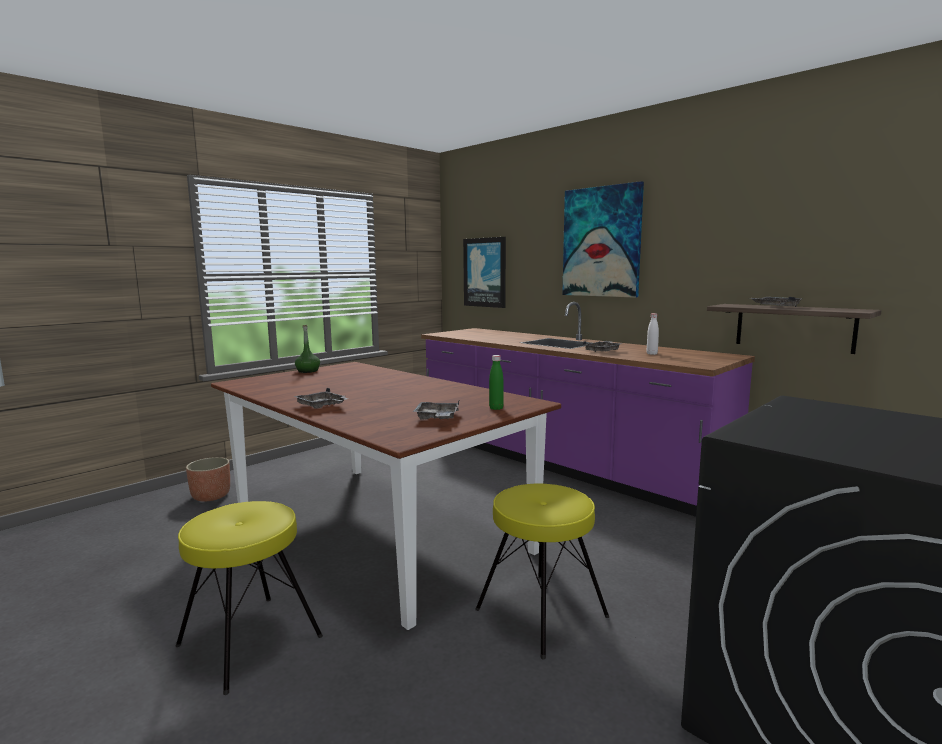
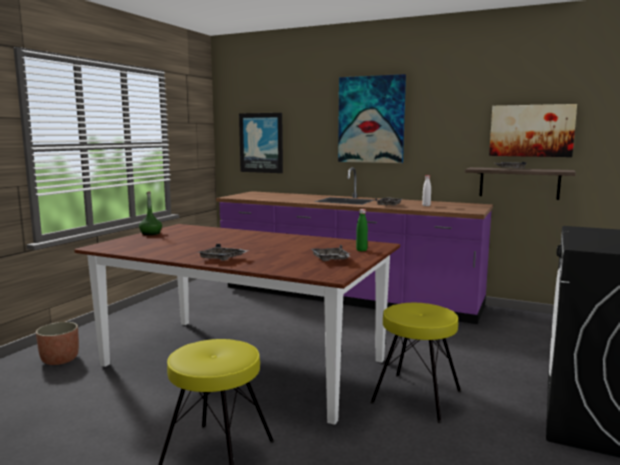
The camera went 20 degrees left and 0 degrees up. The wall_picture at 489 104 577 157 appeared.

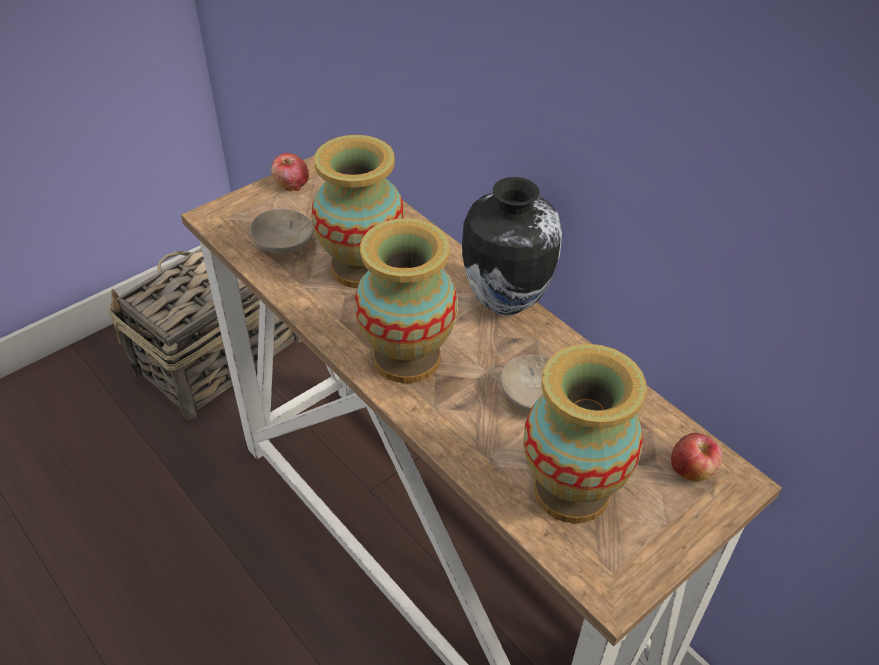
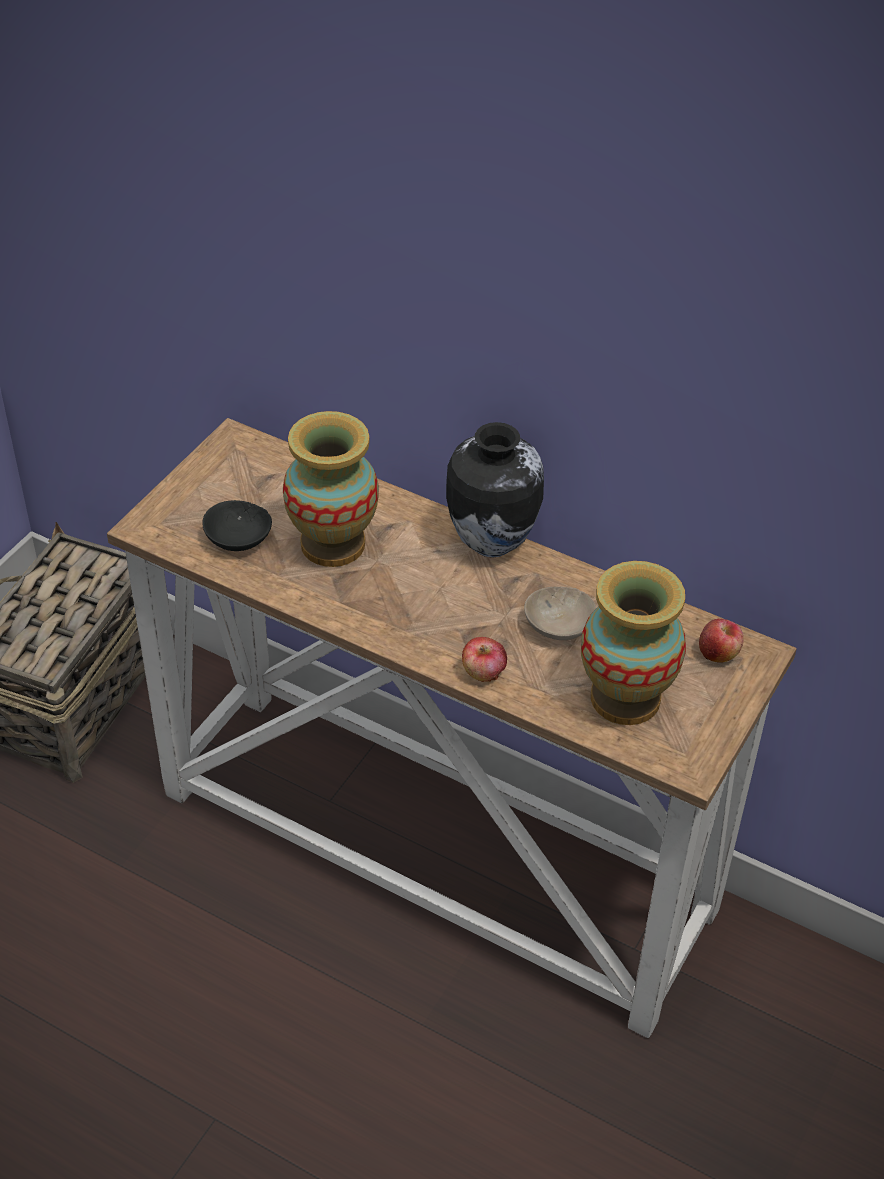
The camera went 20 degrees left and 0 degrees up. The beige-coloured_deep_dish at 250 209 314 254 became the blackish_deep_dish at 202 500 272 551. The apple moved from 271 153 309 191 to 462 637 507 682. The decorative_vase at 355 218 457 383 disappeared.

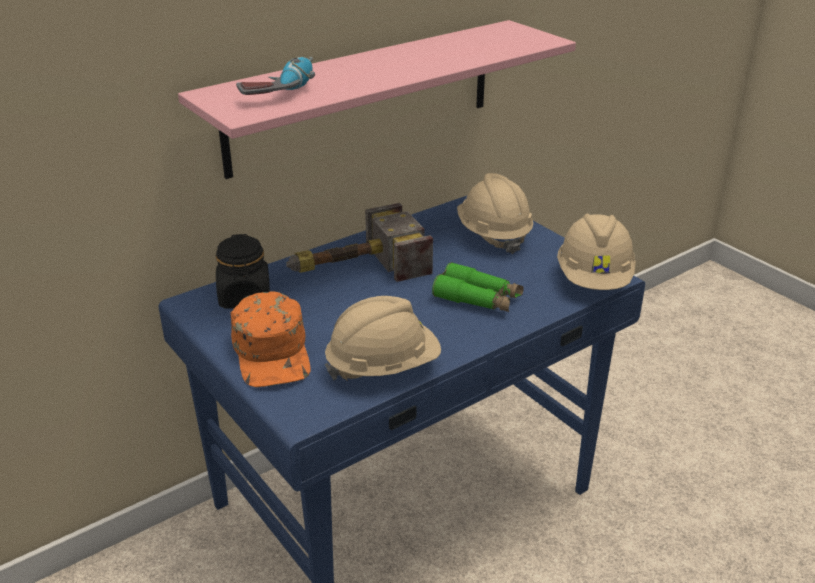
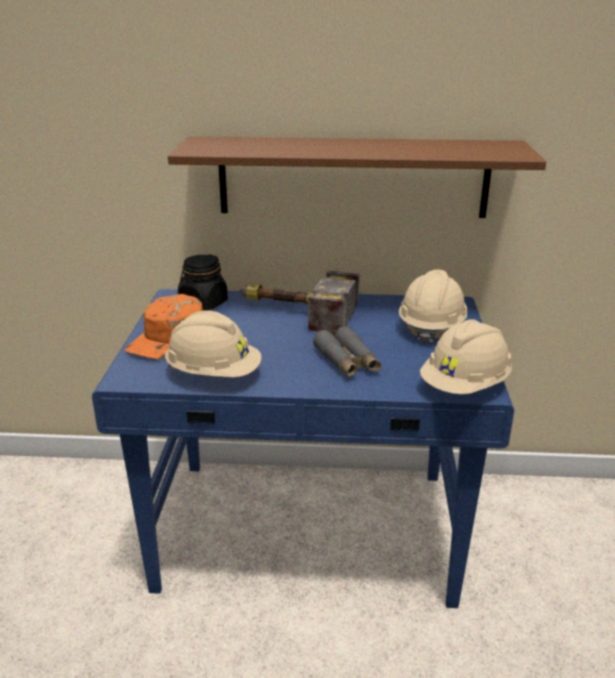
The camera went 40 degrees right and 5 degrees down. The pinkish_bracket_shelf at 178 20 576 179 became the brownish_bracket_shelf at 168 136 546 218. The electric_drill at 236 57 315 95 disappeared. The greenish_pair_of_binoculars at 432 262 524 312 became the greyish_pair_of_binoculars at 313 326 381 377.

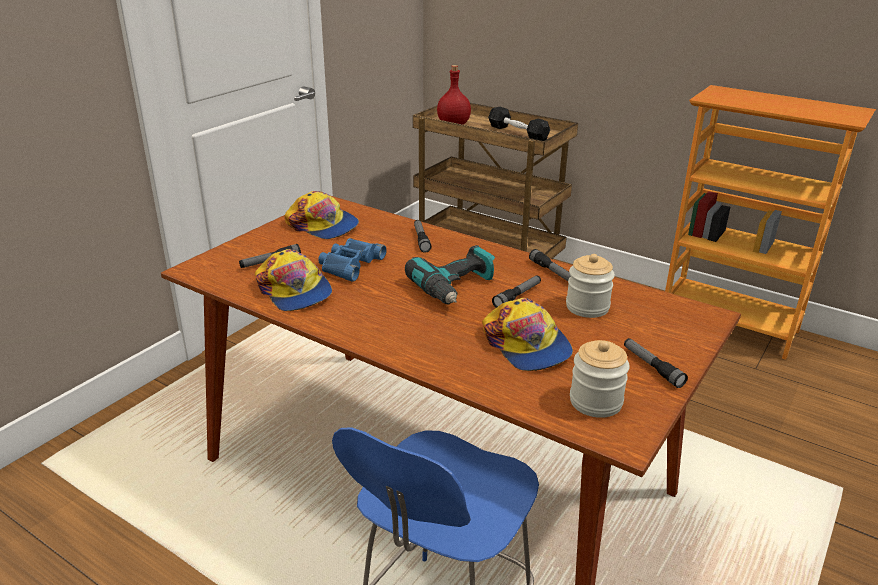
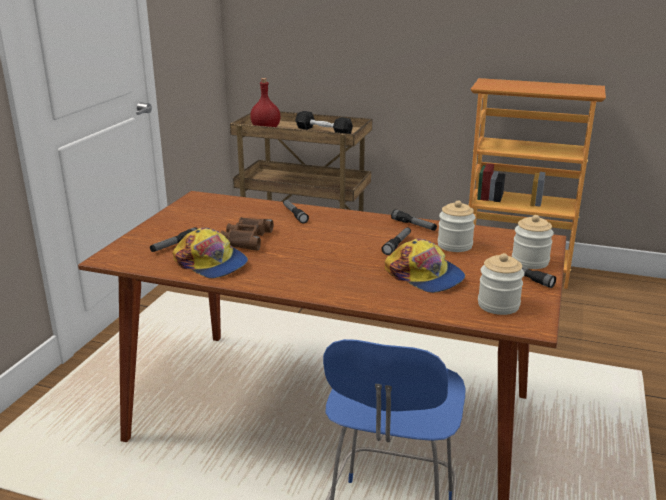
The camera went 15 degrees left and 5 degrees down. The baseball_cap at 285 191 359 239 disappeared. The bluish_pair_of_binoculars at 318 238 387 282 became the brownish_pair_of_binoculars at 220 217 273 251. The electric_drill at 405 245 495 305 disappeared. The jar at 512 215 554 269 appeared.

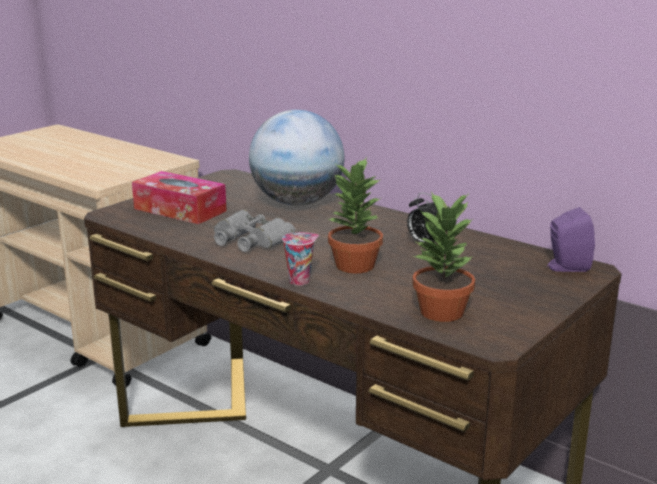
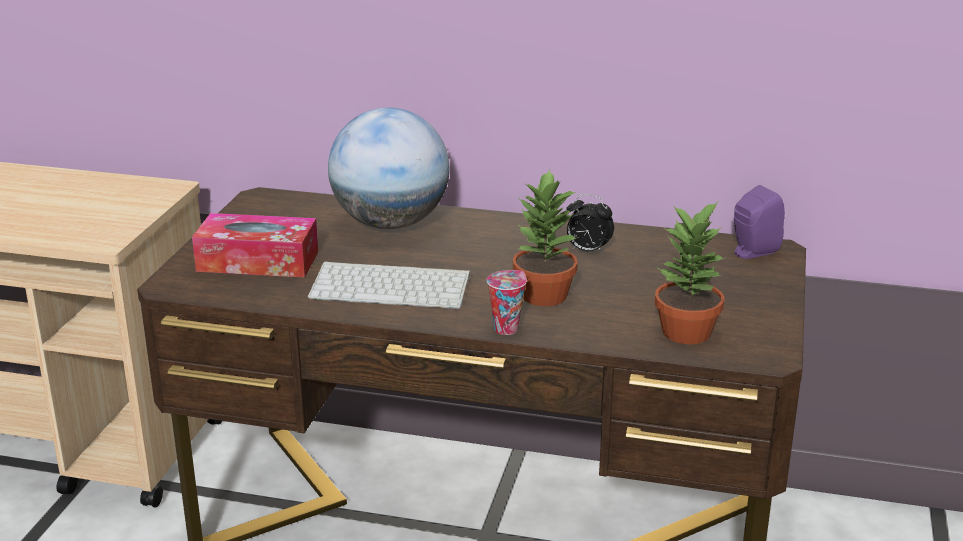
The camera went 25 degrees left and 5 degrees up. The greyish_pair_of_binoculars at 214 210 296 252 was replaced by the PC_keyboard at 308 261 470 309.

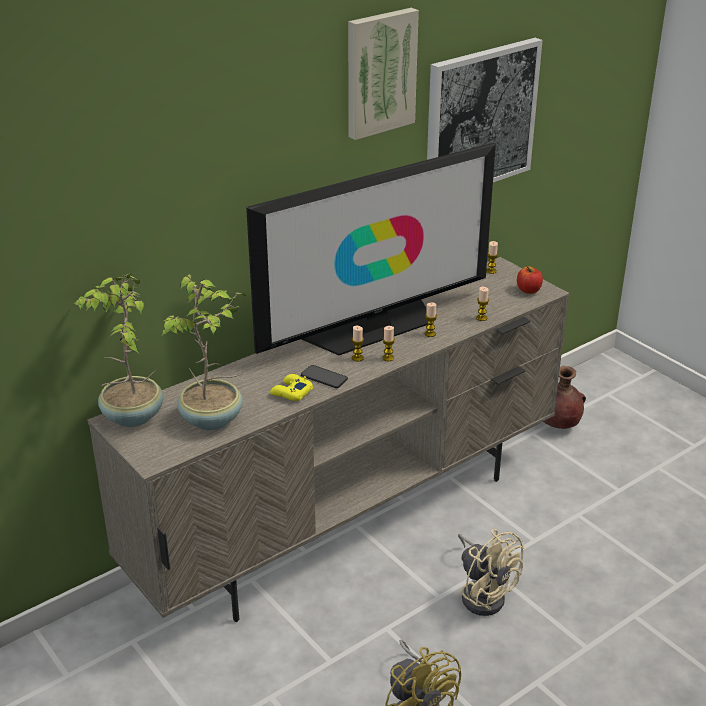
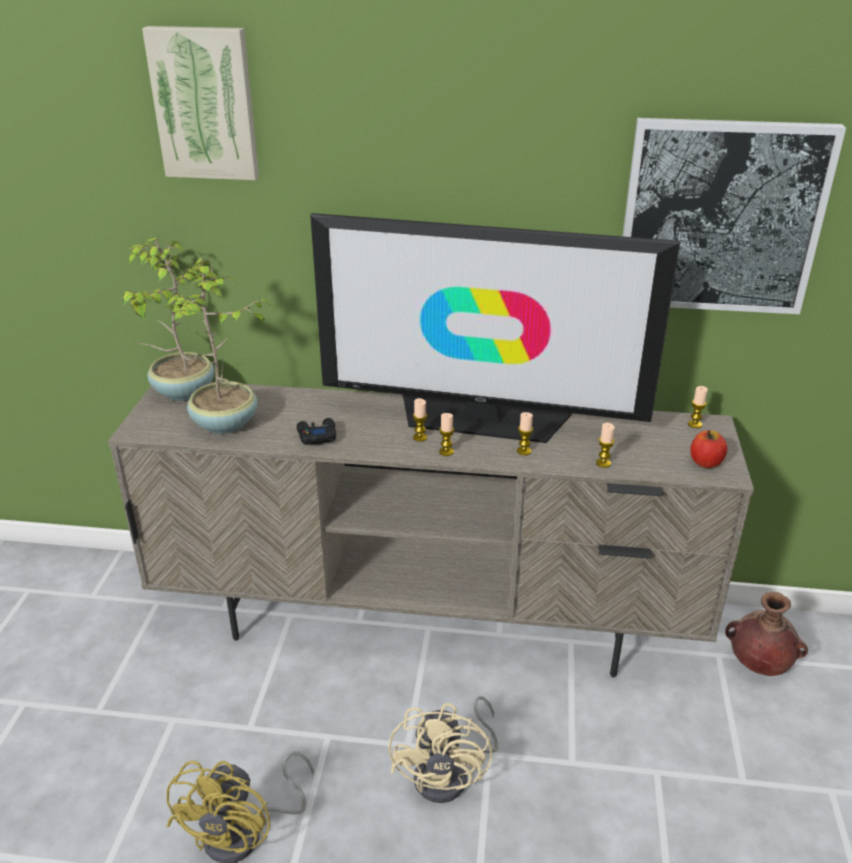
The camera went 45 degrees right and 0 degrees up. The yellowish_game_controller at 270 374 313 401 became the blackish_game_controller at 297 418 336 445. The handset at 301 365 348 388 disappeared. The wall_picture moved from 348 8 419 140 to 142 26 259 180.

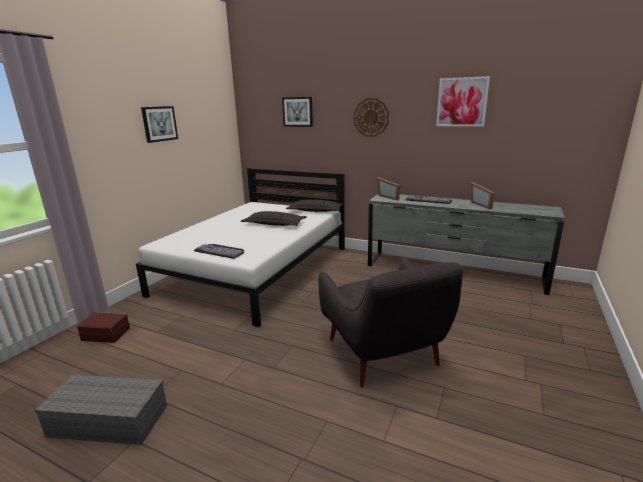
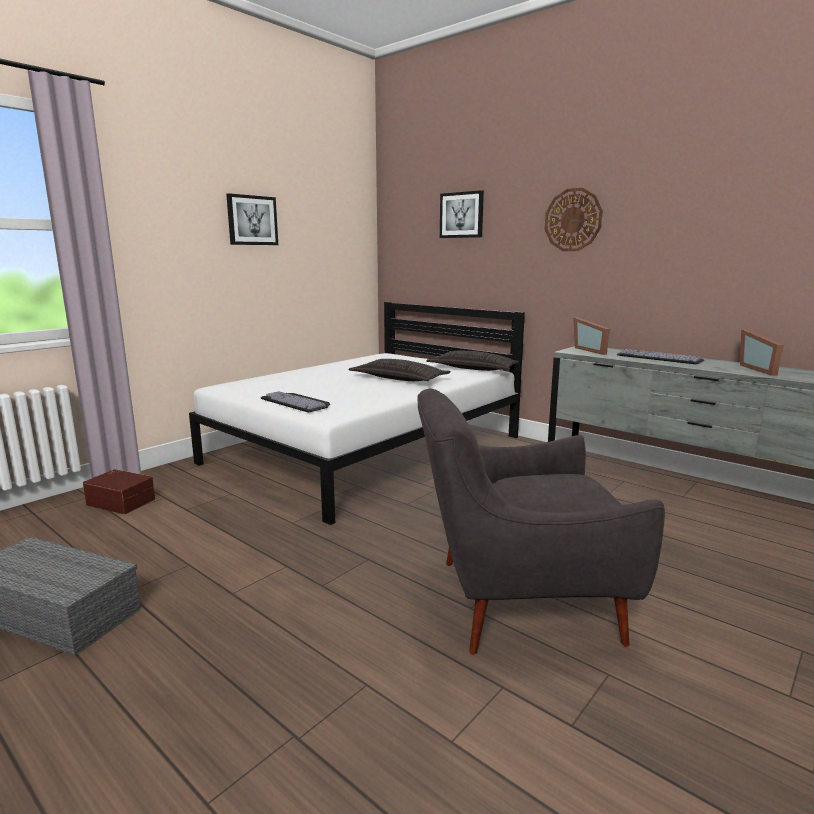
The camera went 15 degrees right and 5 degrees down. The greyish_armchair at 319 258 464 387 turned 90 degrees clockwise. The wall_picture at 436 76 490 127 disappeared.

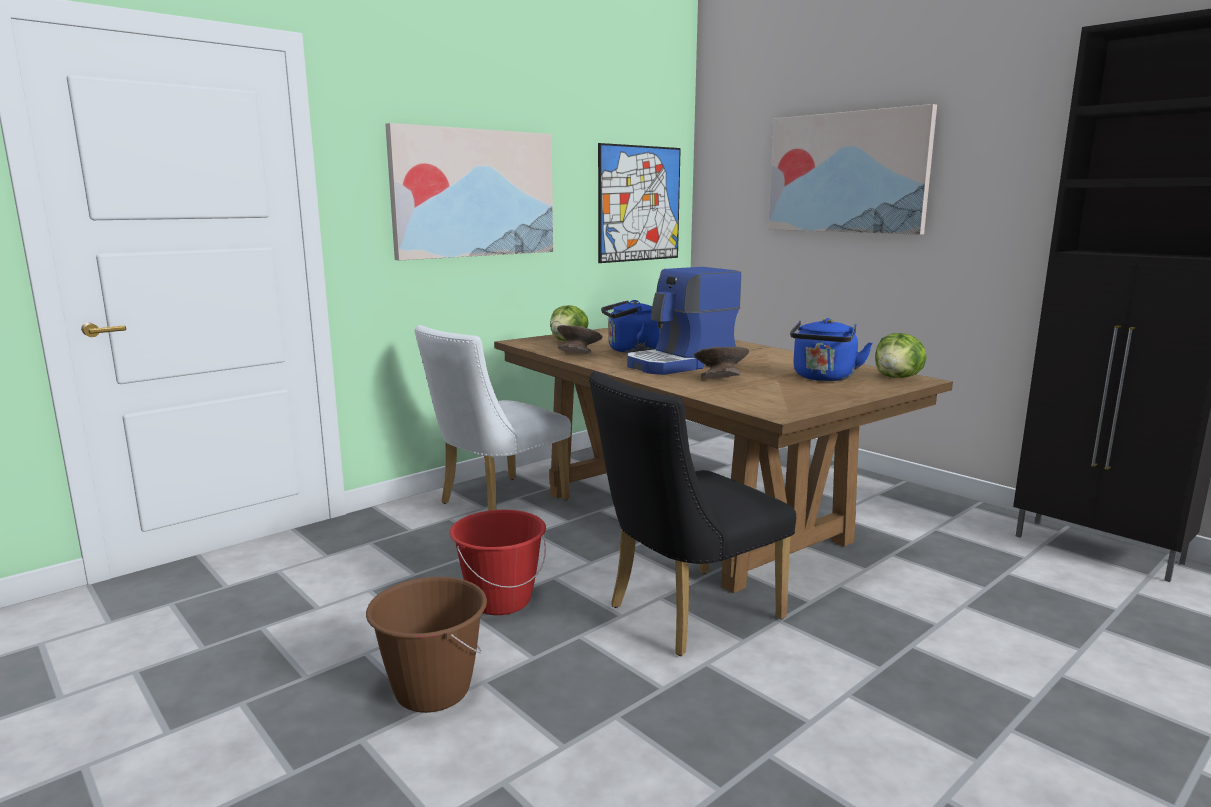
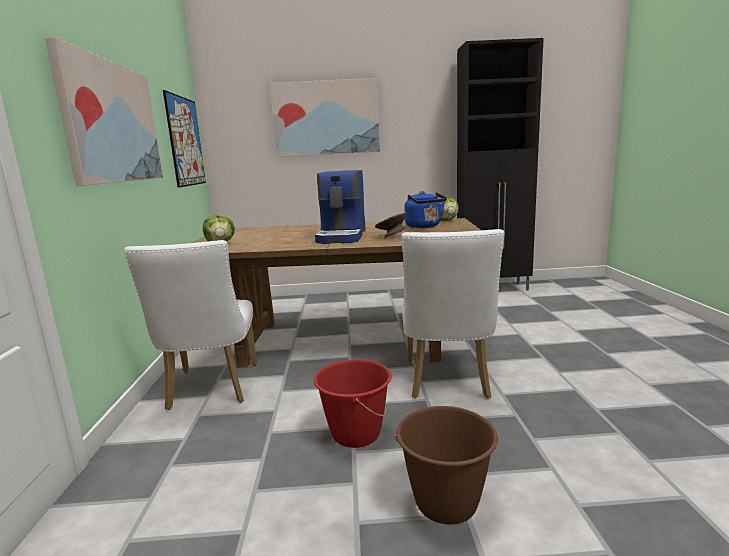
The camera went 50 degrees left and 0 degrees up. The greyish_deep_dish at 557 325 603 354 disappeared. The blackish_plain_chair at 589 371 796 656 became the white_plain_chair at 401 229 505 399. The bluish_kettle at 601 300 660 353 disappeared.

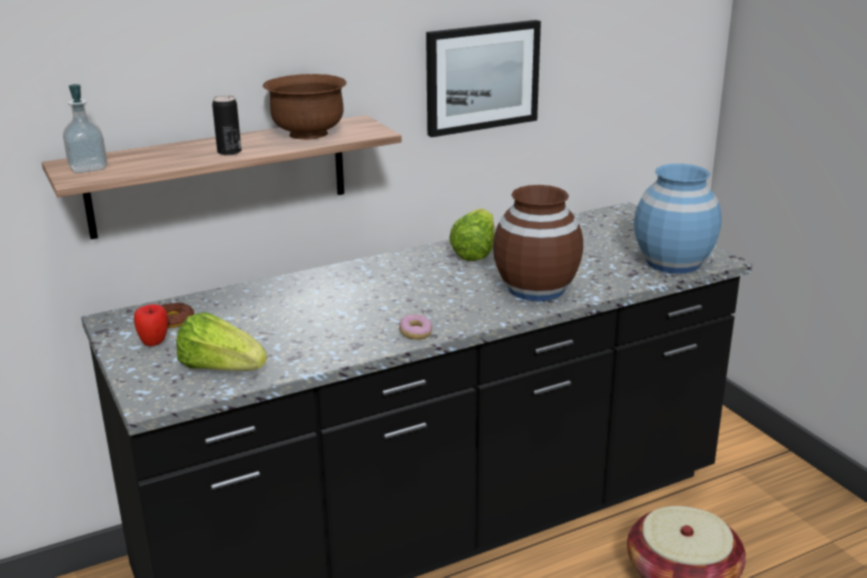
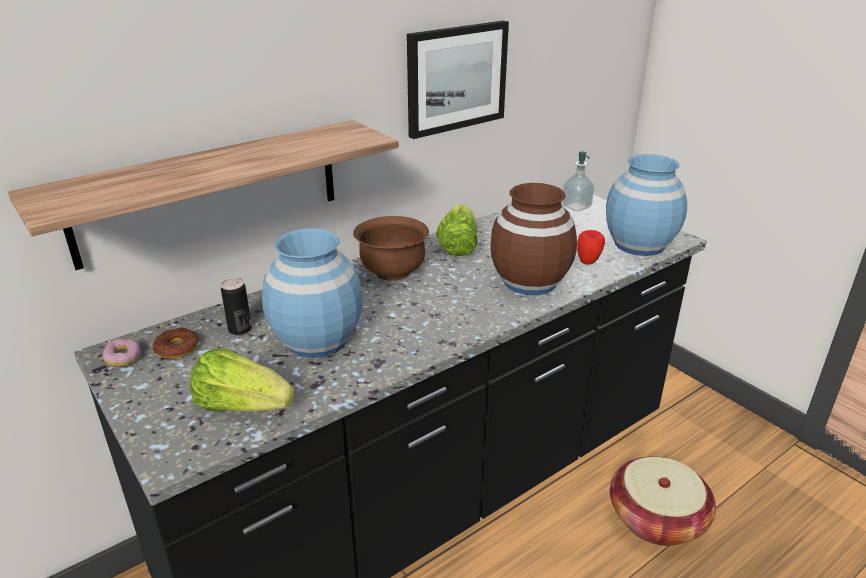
The camera went 10 degrees left and 5 degrees up. The soap_dispenser moved from 63 84 107 173 to 562 151 594 211. The apple moved from 134 304 168 346 to 577 230 605 265. The metal_can moved from 212 95 241 156 to 221 278 252 335. The brownish_deep_dish moved from 263 74 347 140 to 353 216 429 281. The donut moved from 399 314 432 340 to 103 338 141 367. The bluish_decorative_vase at 262 228 363 358 appeared.

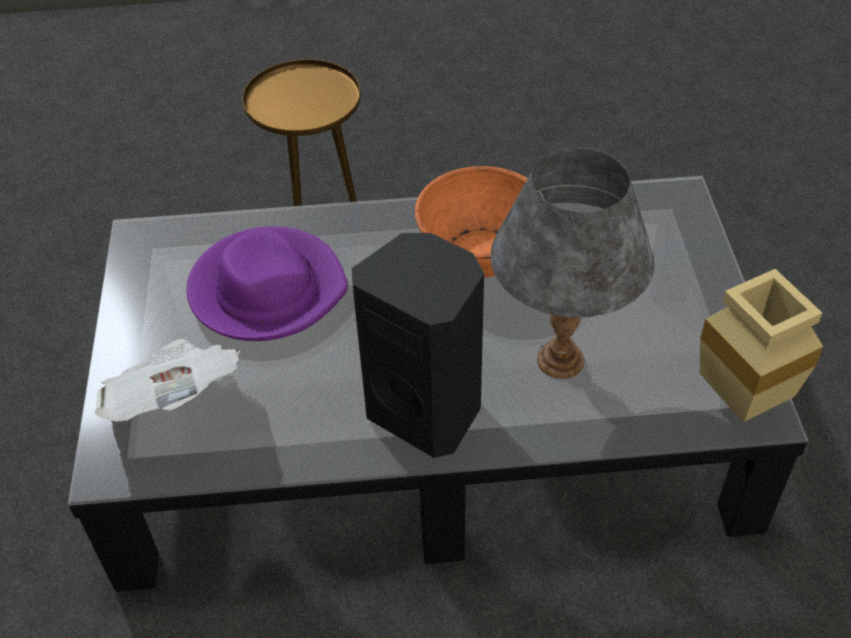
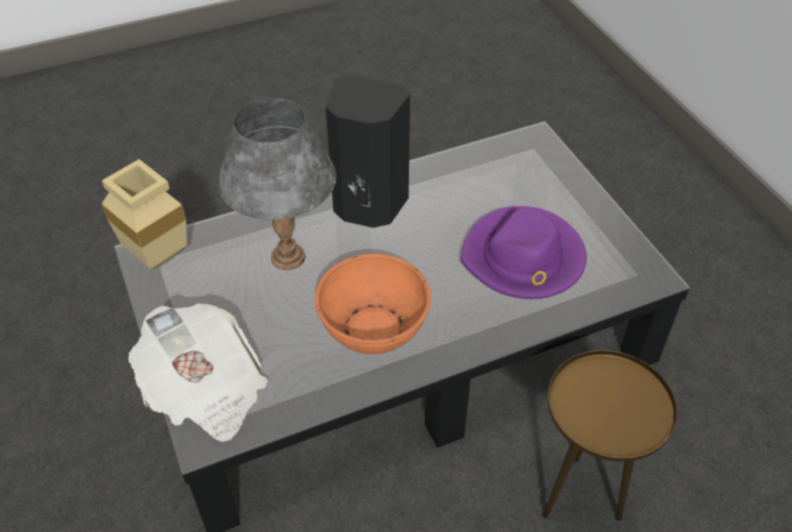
The camera went 160 degrees right and 0 degrees up. The newspaper moved from 95 339 240 421 to 128 303 268 442.

